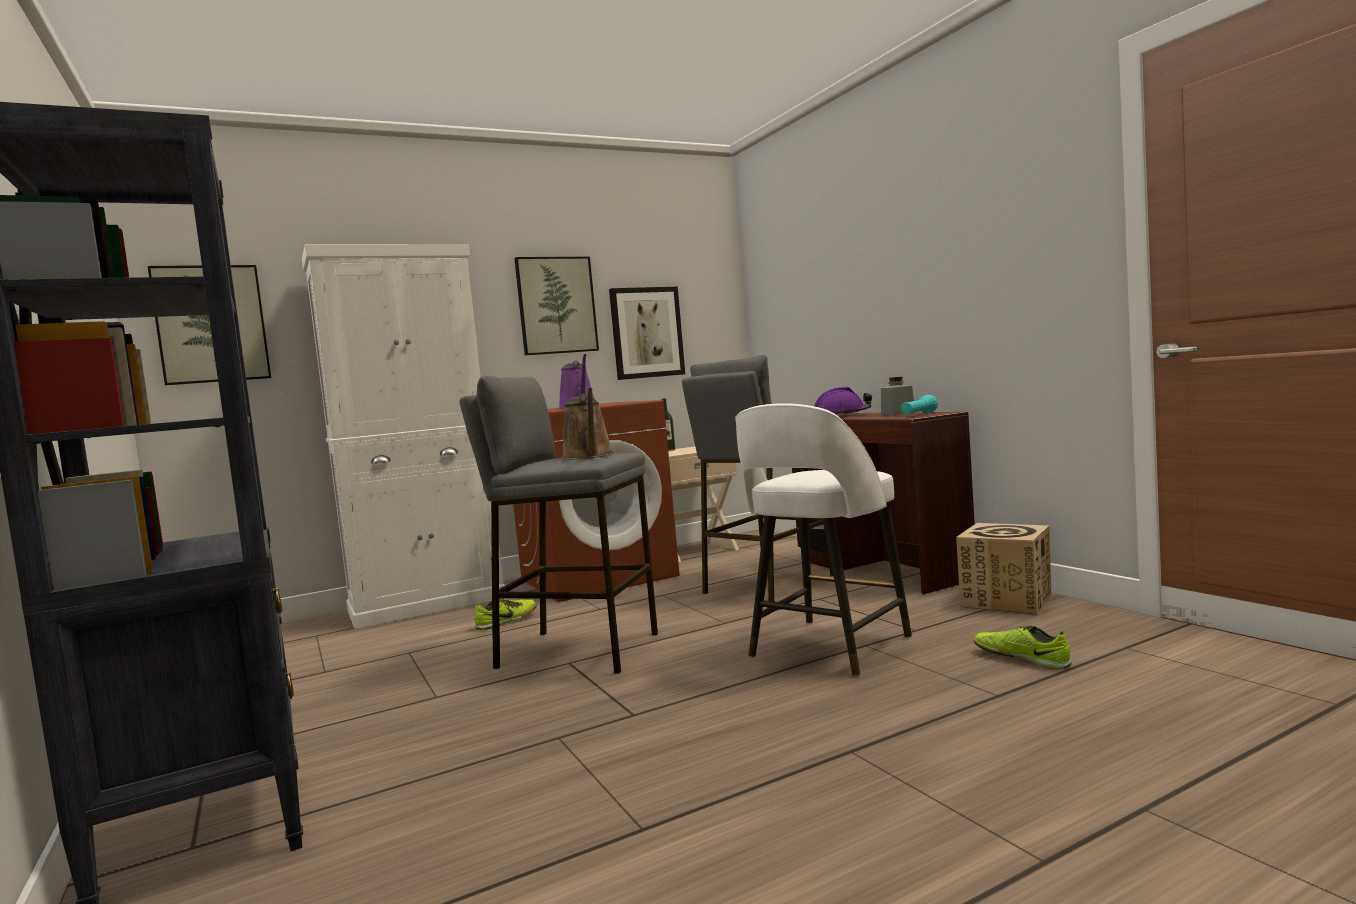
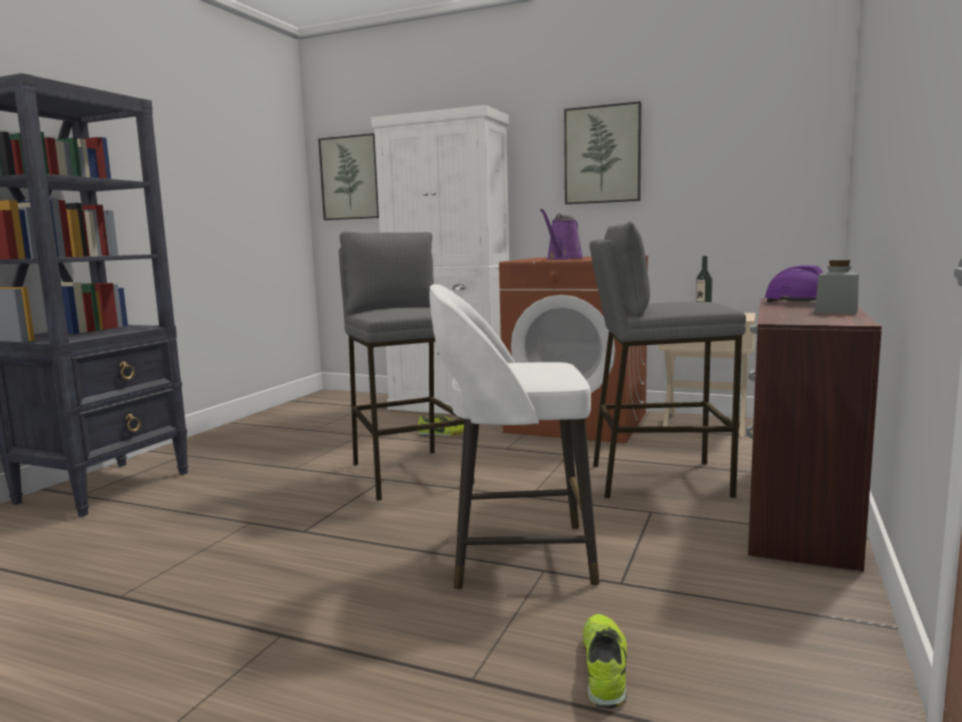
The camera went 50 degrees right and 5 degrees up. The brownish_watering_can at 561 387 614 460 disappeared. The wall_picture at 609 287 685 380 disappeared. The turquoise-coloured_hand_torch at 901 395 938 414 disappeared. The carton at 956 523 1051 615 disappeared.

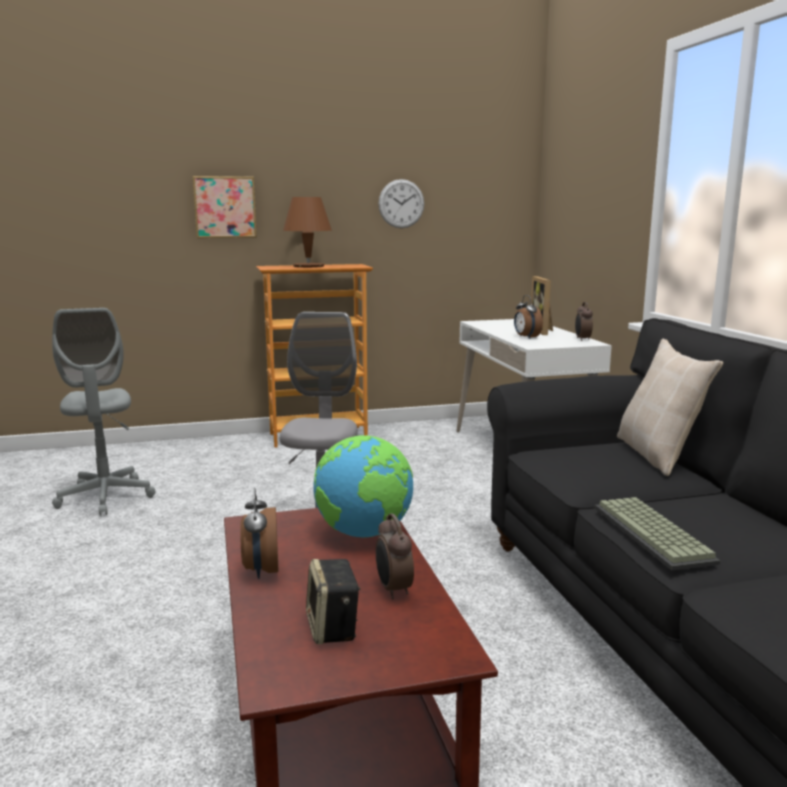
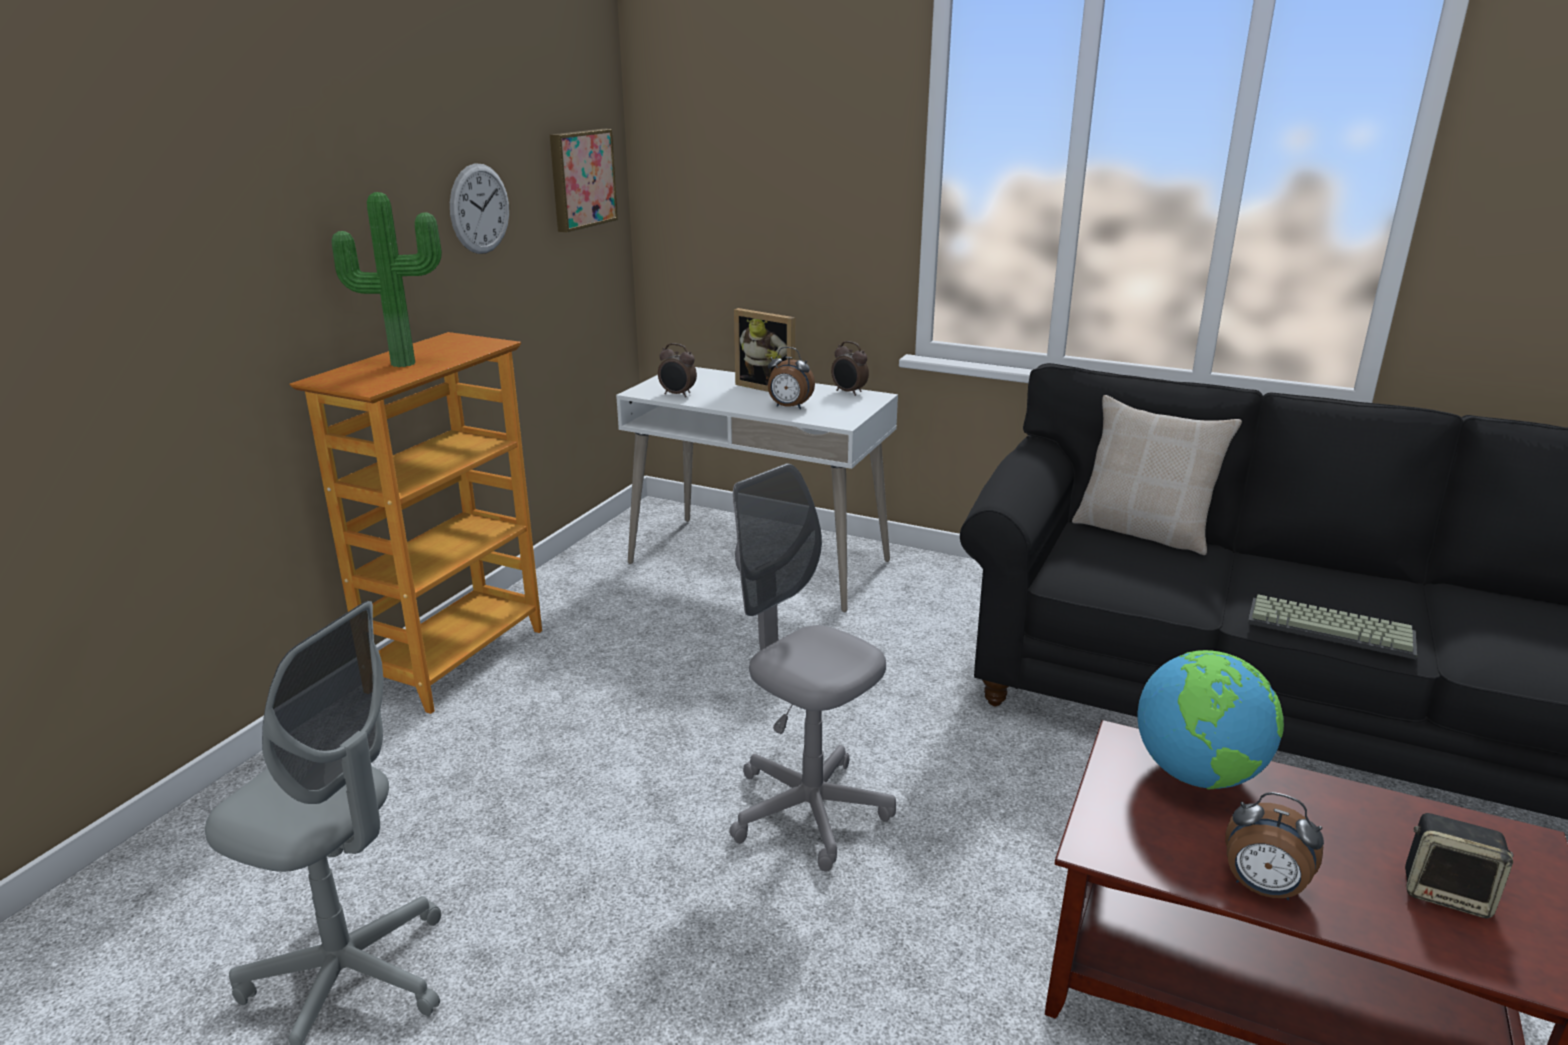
The camera went 50 degrees left and 10 degrees up. The wall_picture moved from 192 176 257 238 to 550 129 618 232. The brownish_tabletop_lamp at 283 197 332 268 was replaced by the plant_in_a_pot at 332 192 442 367. The table_clock moved from 376 513 414 599 to 658 343 697 397.

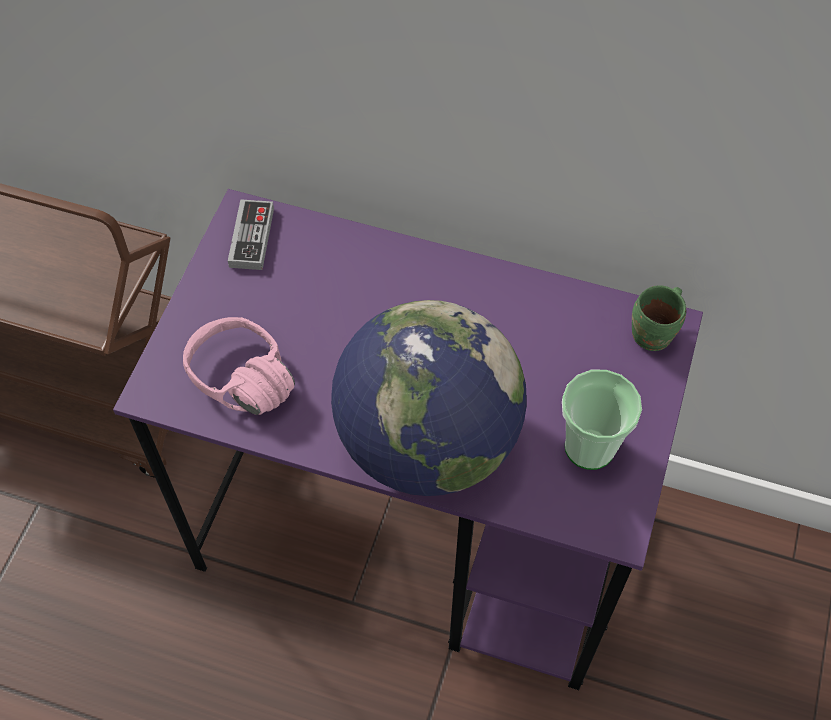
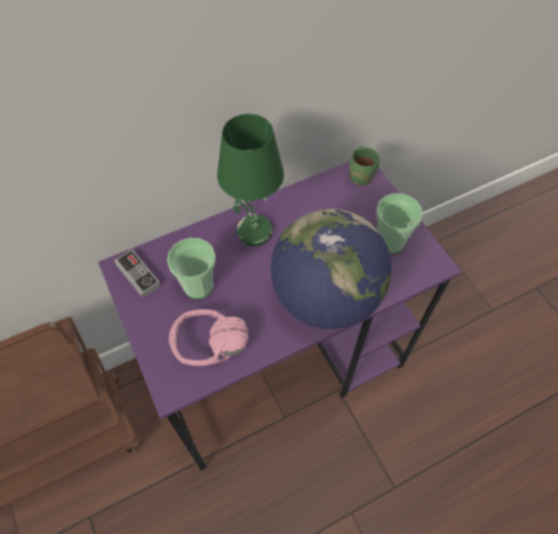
The camera went 45 degrees left and 0 degrees up. The cup at 167 238 216 299 appeared. The greenish_tabletop_lamp at 217 114 284 246 appeared.

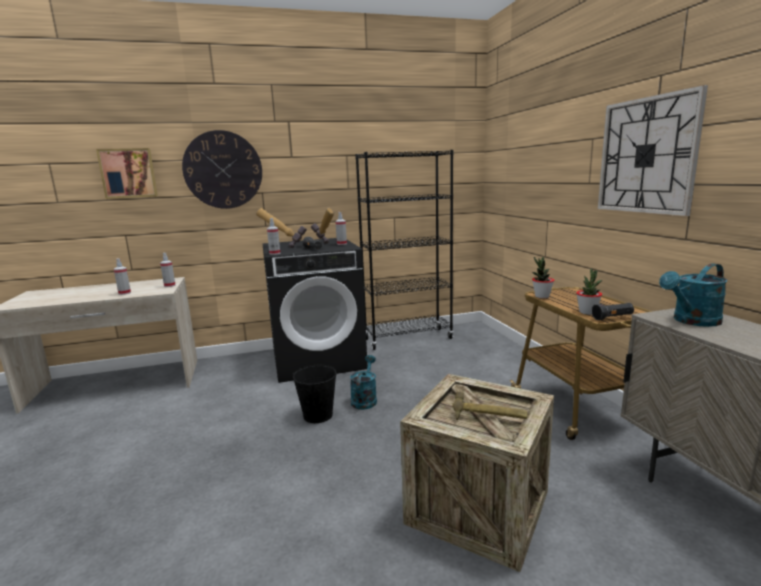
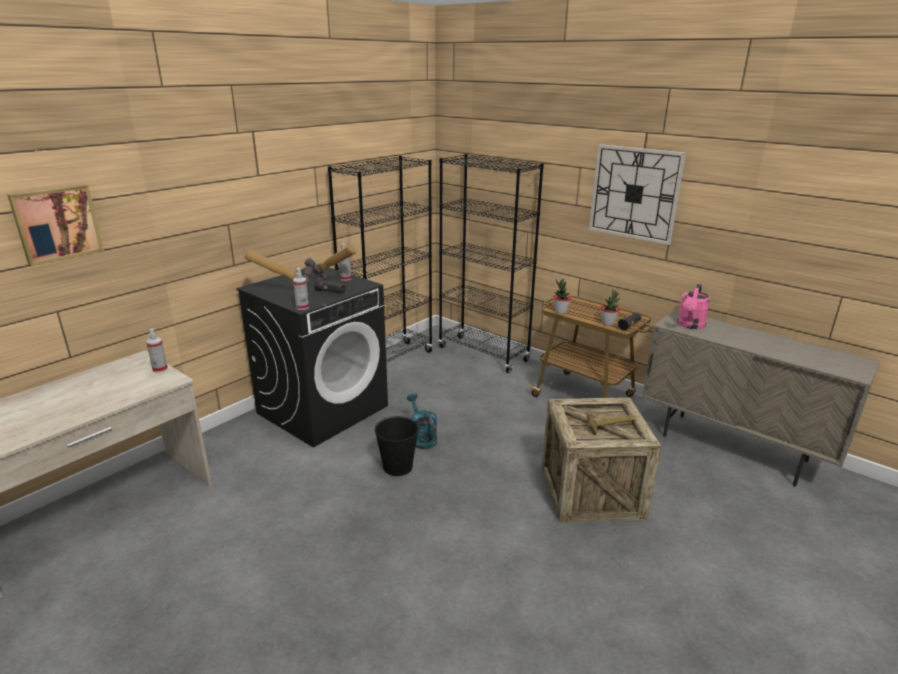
The camera went 35 degrees left and 10 degrees up. The spray_bottle at 114 258 131 295 disappeared. The clock_on_the_wall at 182 130 262 209 disappeared. The turquoise-coloured_watering_can at 659 263 728 327 became the pinkish_watering_can at 677 284 711 329. The blackish_shelving_unit at 438 154 544 373 appeared.

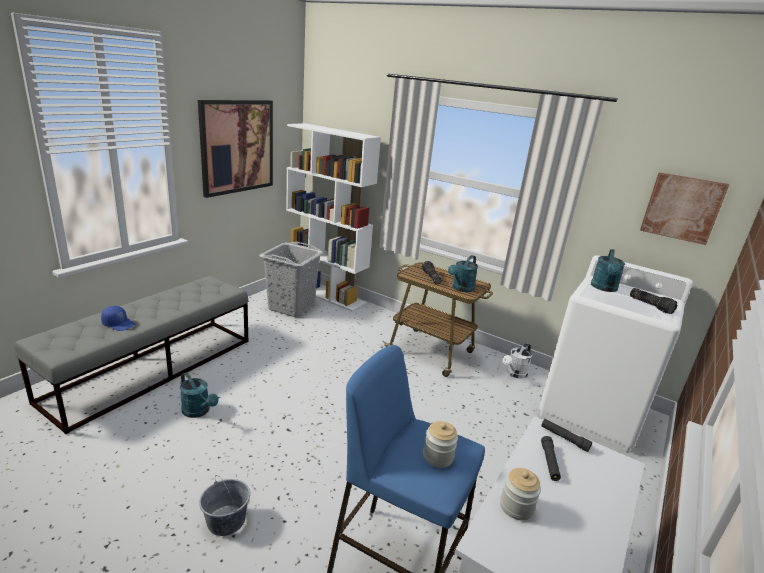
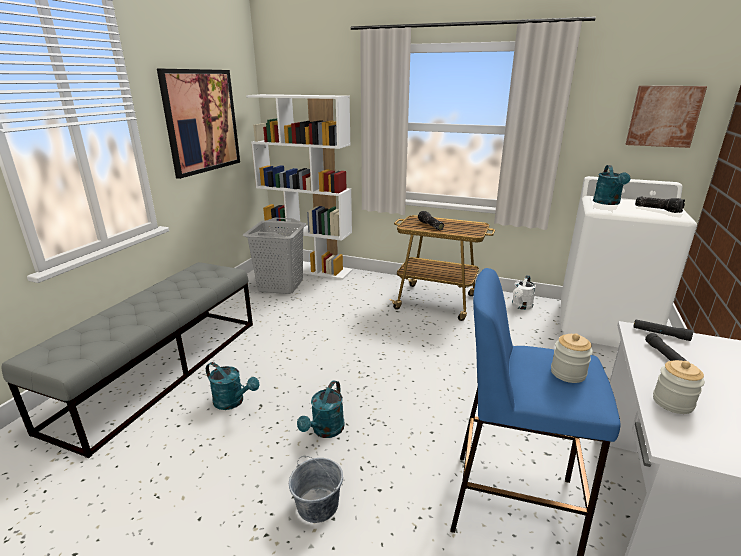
The camera went 10 degrees left and 0 degrees up. The bluish_baseball_cap at 101 306 135 331 disappeared. The turquoise-coloured_watering_can moved from 448 255 478 292 to 297 380 345 438.

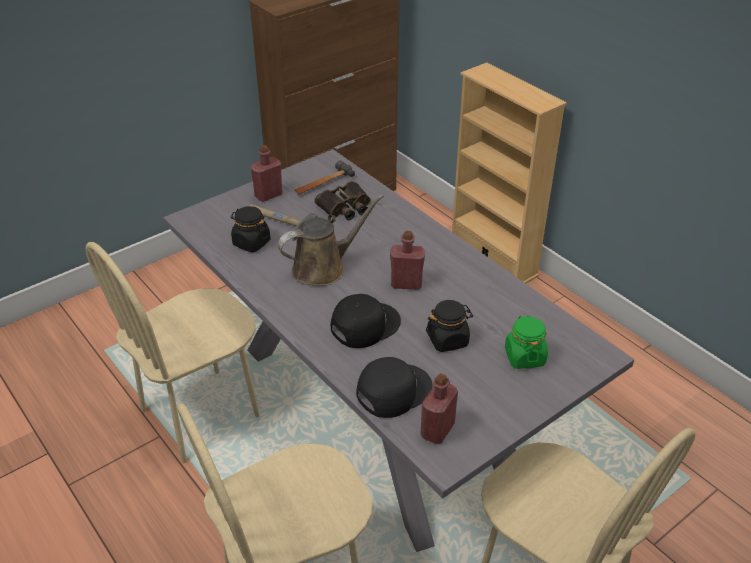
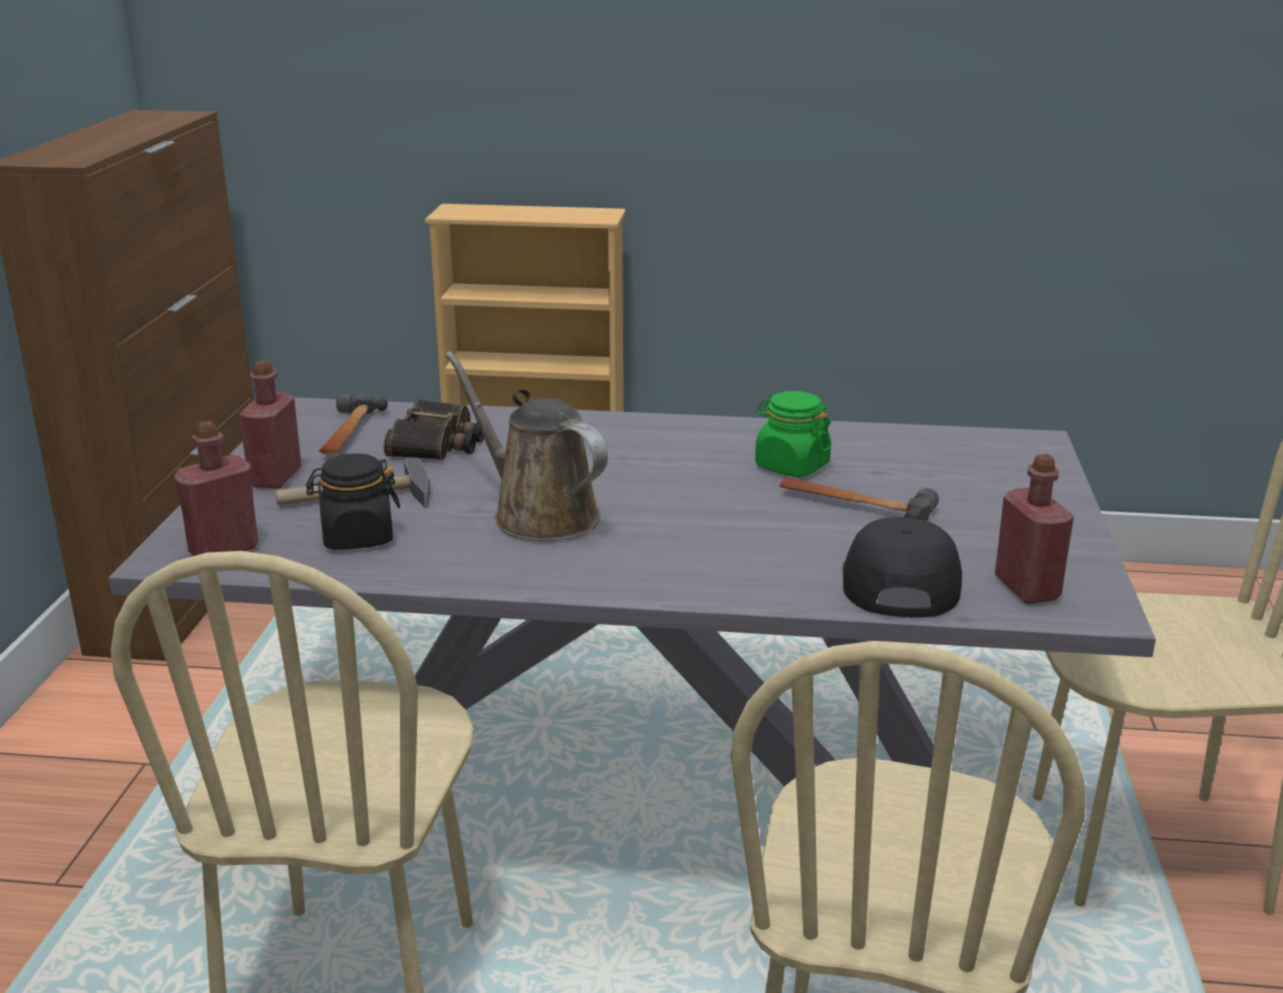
The camera went 45 degrees left and 15 degrees down. The brownish_watering_can at 278 194 384 286 turned 60 degrees counterclockwise. The blackish_baseball_cap at 331 294 401 348 disappeared. The red_bottle moved from 390 231 425 290 to 174 421 258 556. The blackish_jar at 426 300 473 352 was replaced by the tool_hammer at 780 477 939 521. The greenish_jar moved from 505 315 548 369 to 755 391 832 477.

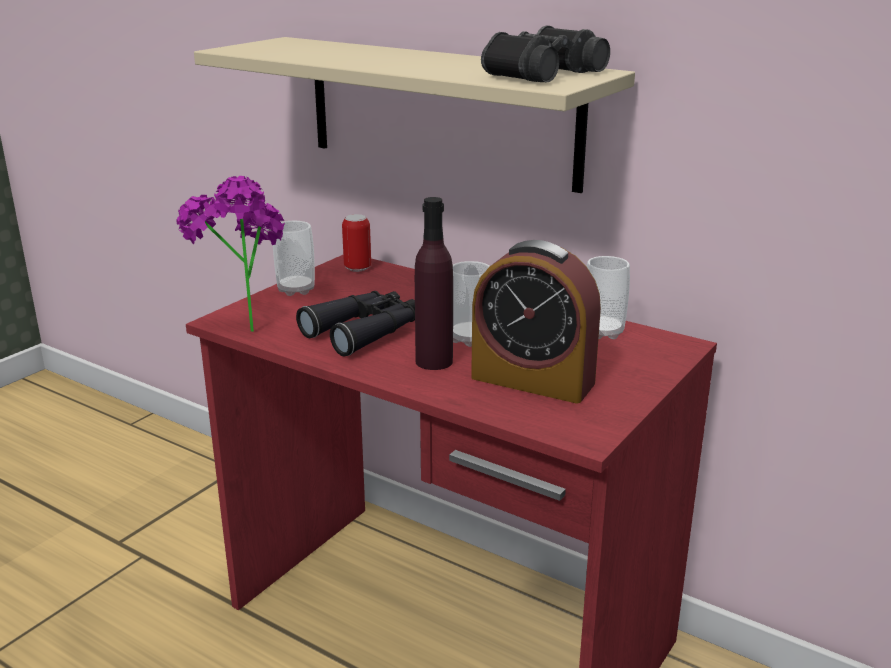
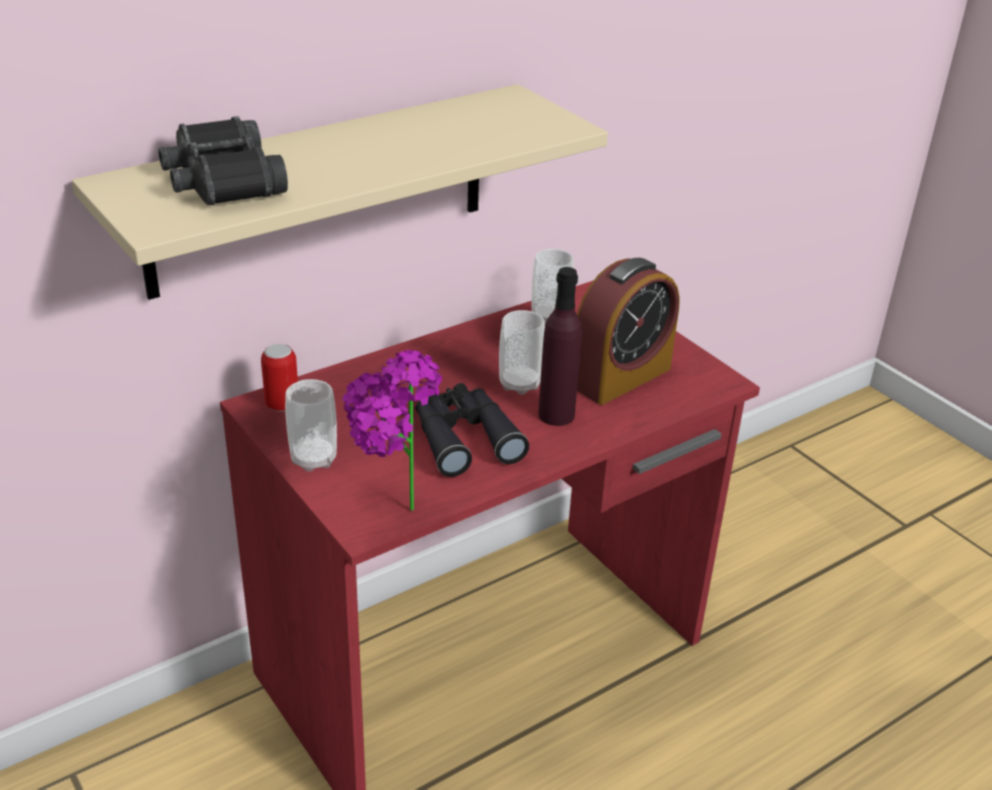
The camera went 70 degrees left and 10 degrees up. The blackish_pair_of_binoculars moved from 481 26 610 82 to 158 116 288 205.

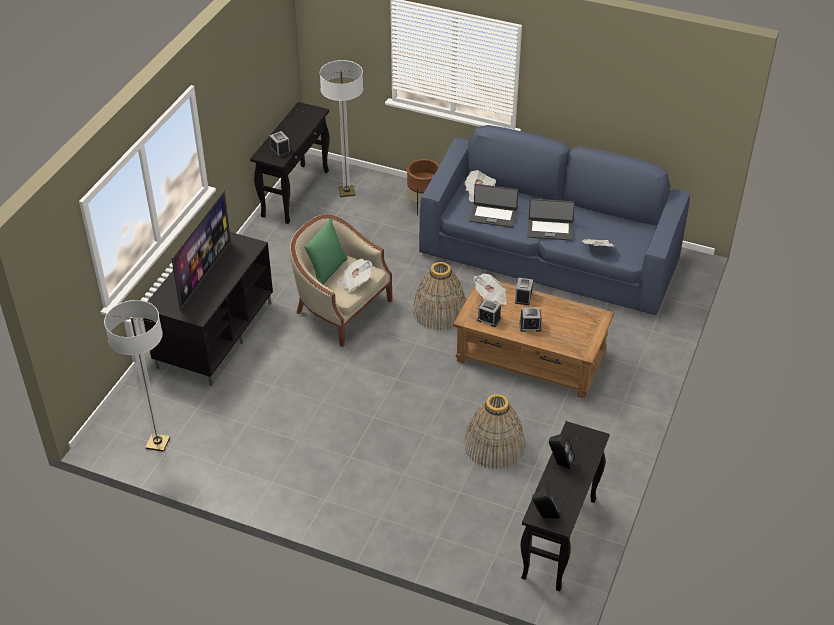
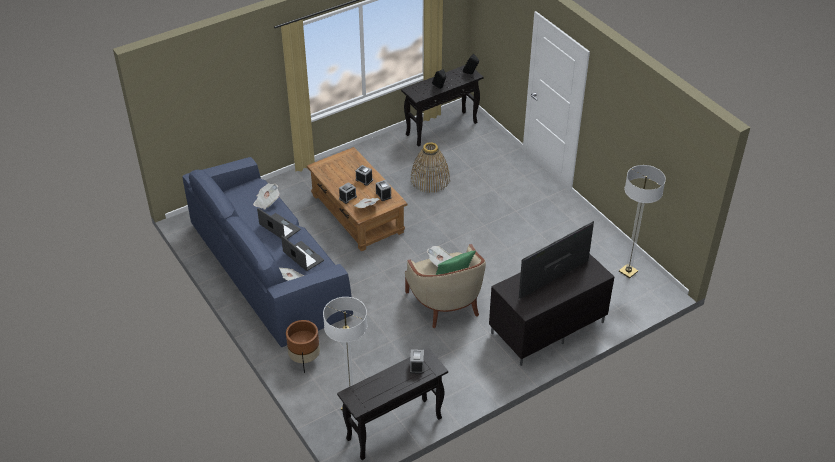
The camera went 145 degrees left and 0 degrees up. The basket at 413 262 466 331 disappeared.

